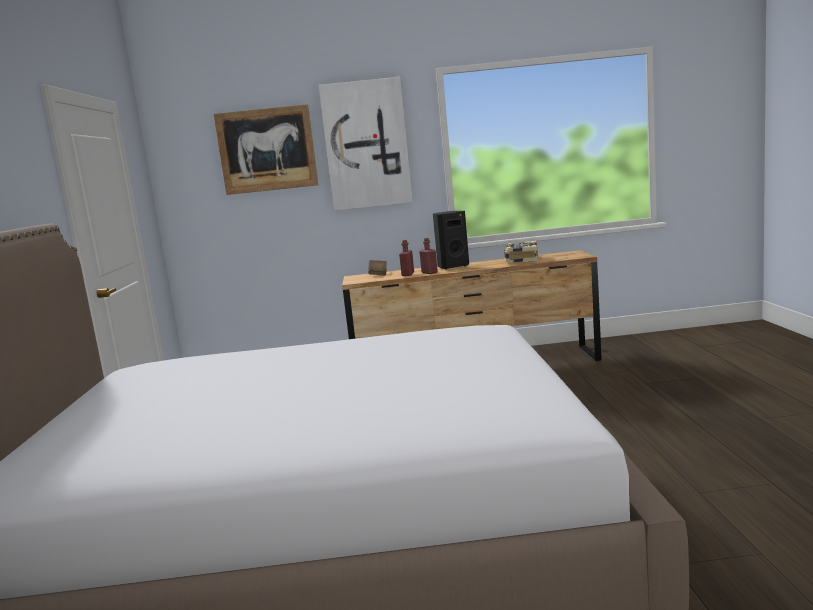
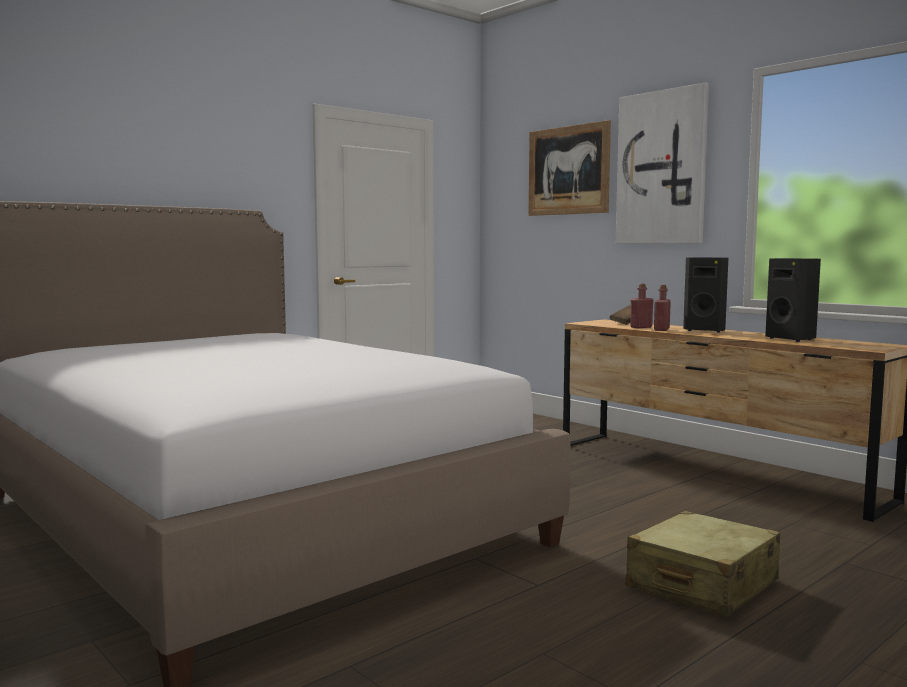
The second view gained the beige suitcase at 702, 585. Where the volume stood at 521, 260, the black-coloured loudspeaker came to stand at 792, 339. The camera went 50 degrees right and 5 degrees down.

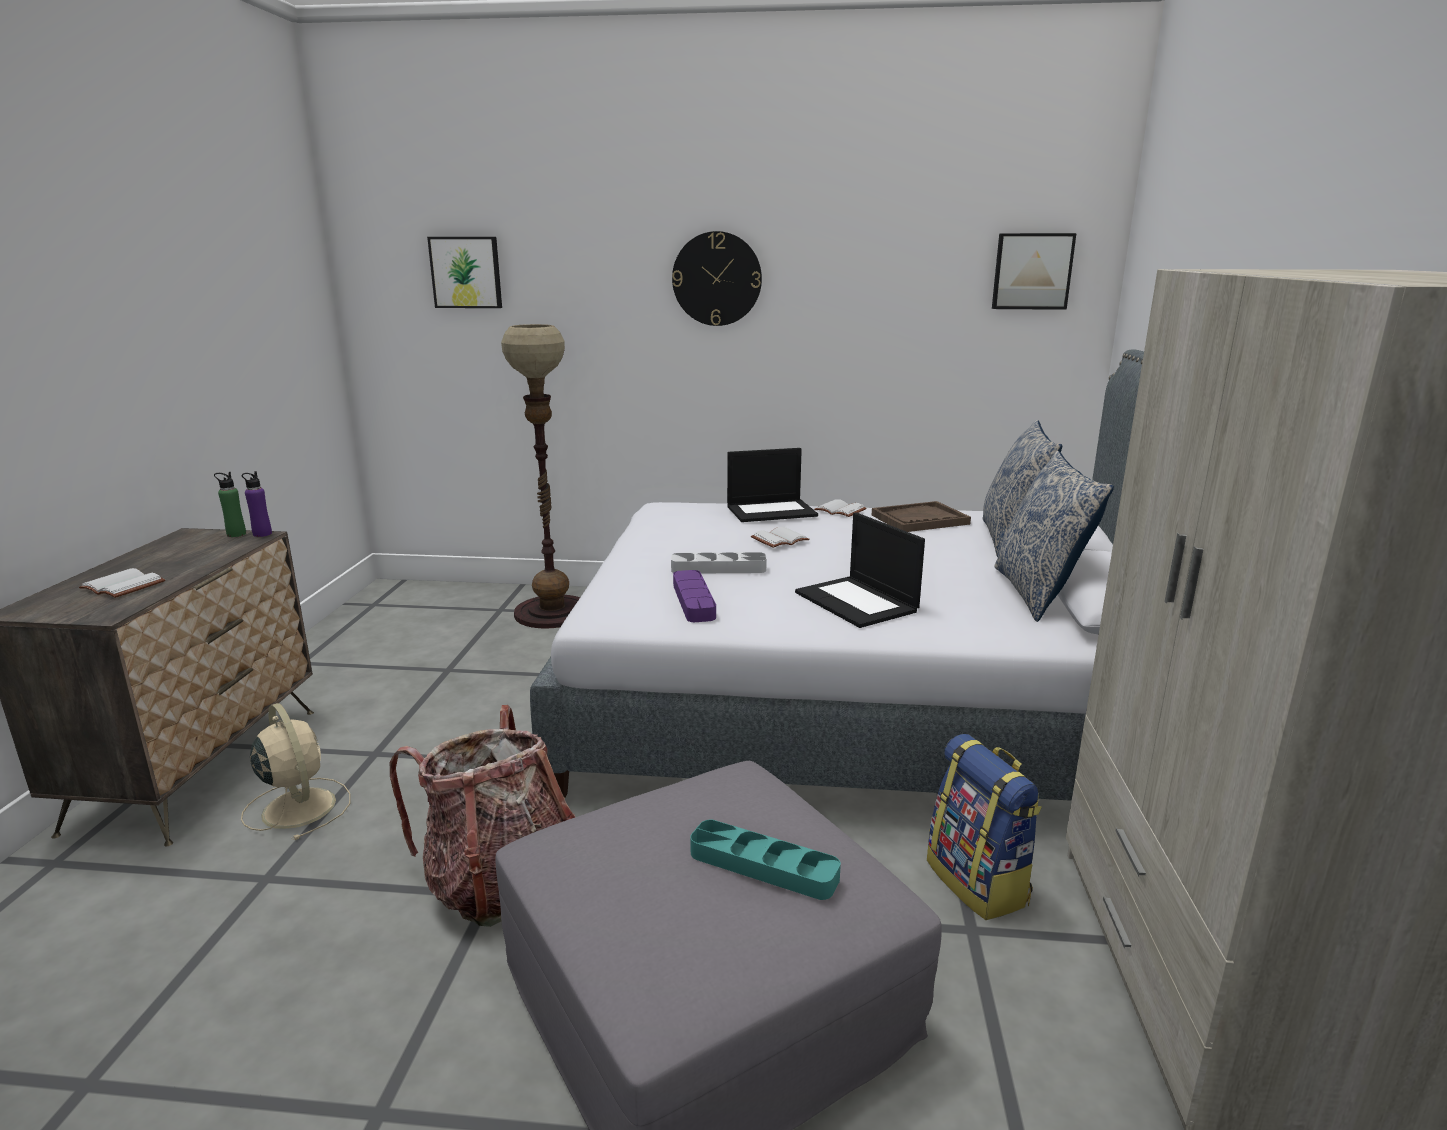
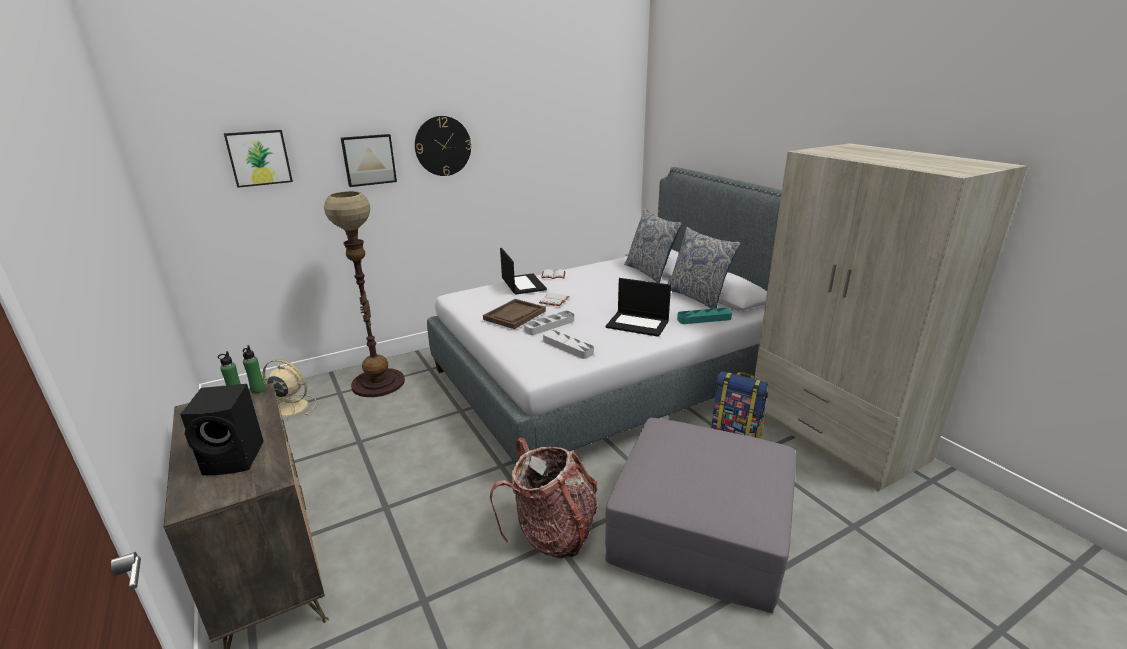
The beige cooling fan ended up elsewhere, having gone from 298, 806 to 290, 407. The blue-green serving tray ended up elsewhere, having gone from 763, 866 to 704, 319. The brown serving tray ended up elsewhere, having gone from 919, 519 to 514, 315. The wall art ended up elsewhere, having gone from 1032, 271 to 368, 160. Where the white volume stood at 125, 585, the black-coloured loudspeaker came to stand at 236, 458. What was the purple-coloured beverage bottle at 262, 534 turned into the green-coloured beverage bottle at 258, 390. What was the purple-coloured serving tray at 693, 601 turned into the gray serving tray at 567, 347. The portable computer at 772, 511 ended up facing another way, 60 degrees counterclockwise from before. The camera went 35 degrees left and 5 degrees up.

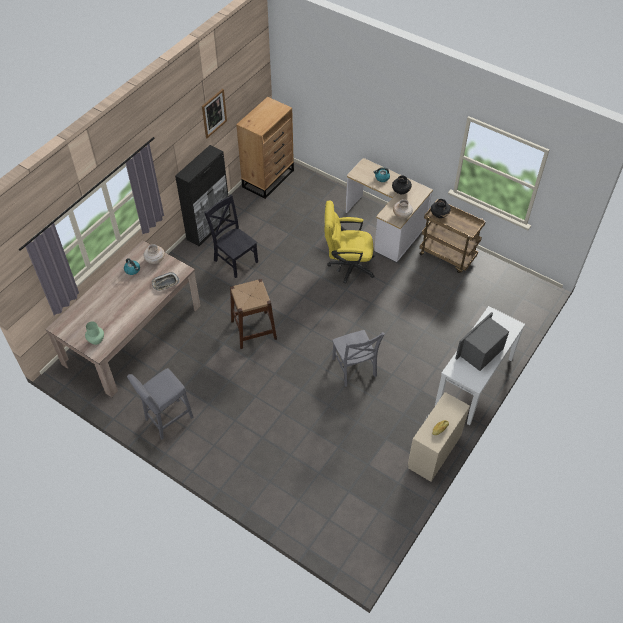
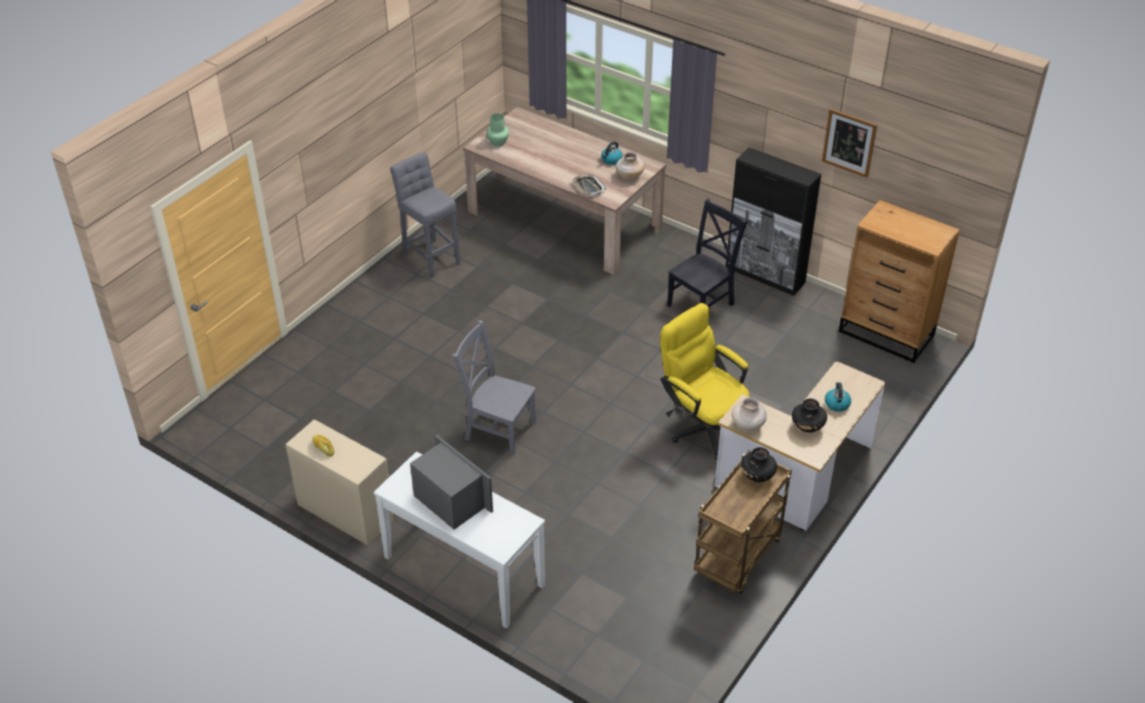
The second view lost the brown stool at 253, 329. The yellow desk chair at 347, 266 ended up facing another way, 45 degrees counterclockwise from before. The gray plain chair at 354, 369 ended up facing another way, 45 degrees clockwise from before. The camera went 90 degrees right and 10 degrees down.

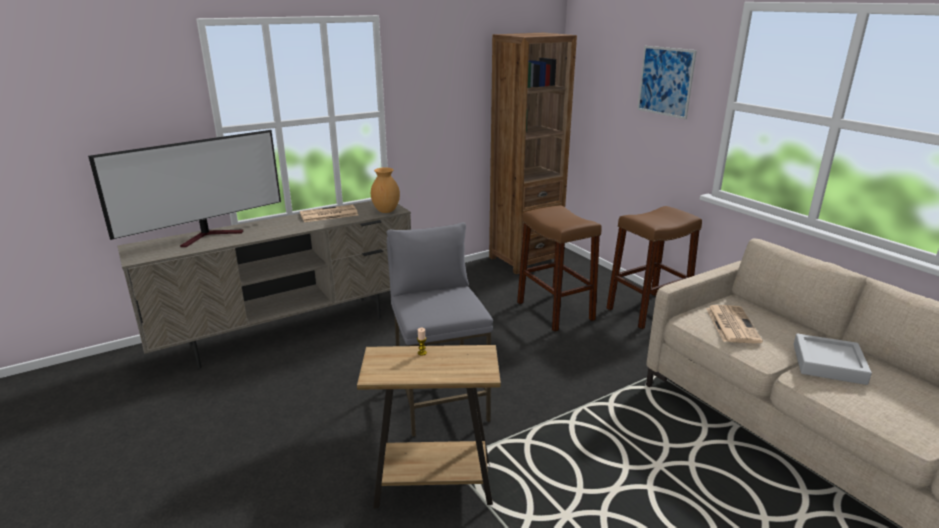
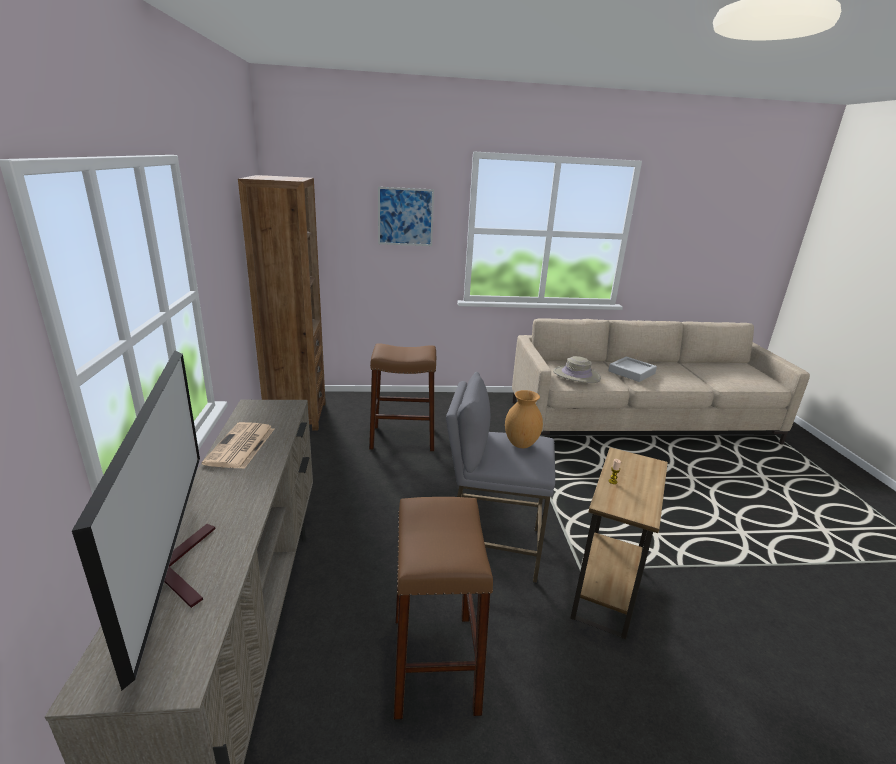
The brown decorative vase ended up elsewhere, having gone from 386, 211 to 520, 444. The brown stool ended up elsewhere, having gone from 648, 310 to 434, 662. Where the newspaper stood at 731, 324, the beige hat came to stand at 576, 375. The camera went 65 degrees left and 0 degrees up.

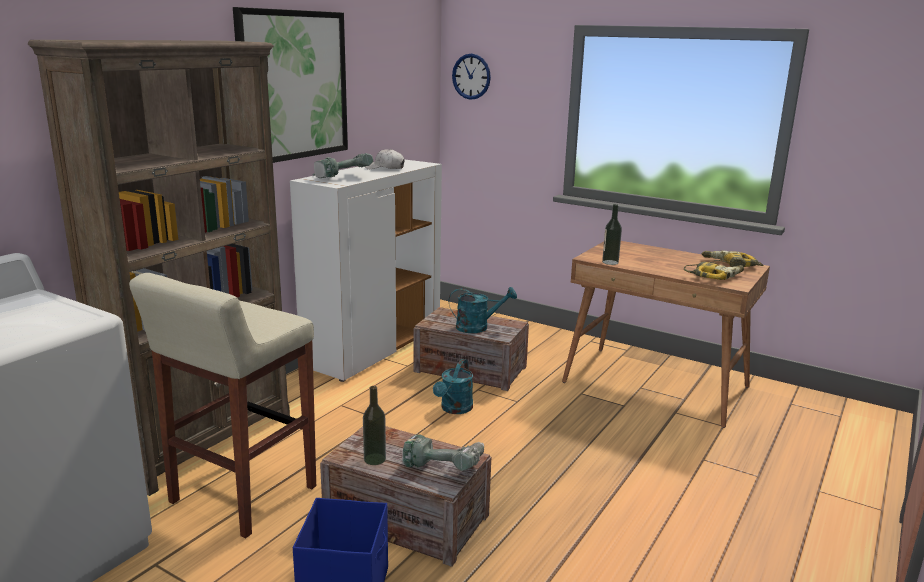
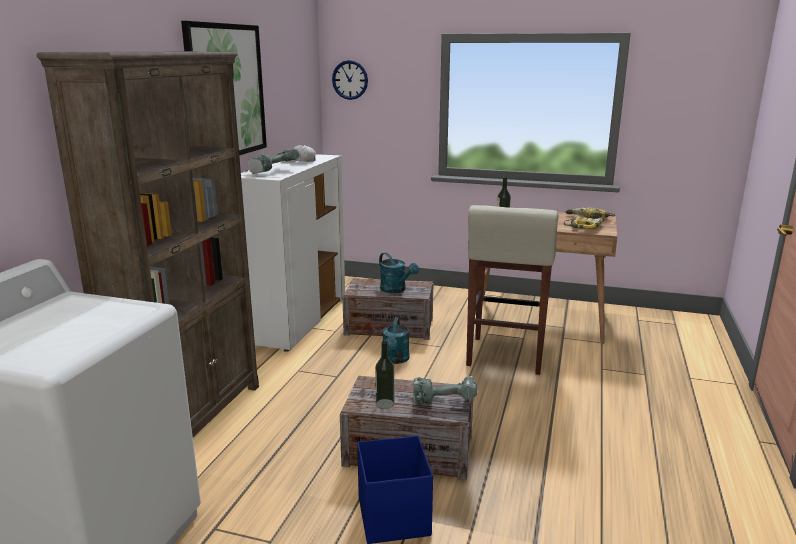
The beige stool ended up elsewhere, having gone from 241, 496 to 505, 356. The blue-green watering can at 478, 327 ended up facing another way, 75 degrees clockwise from before. The camera went 15 degrees left and 0 degrees up.

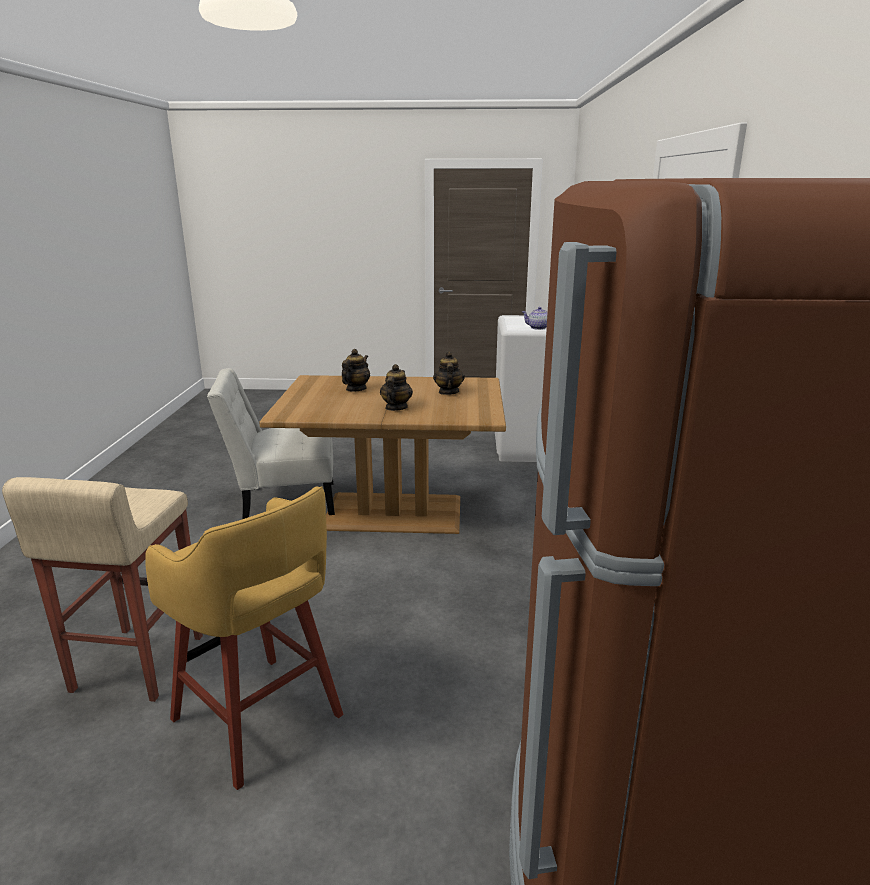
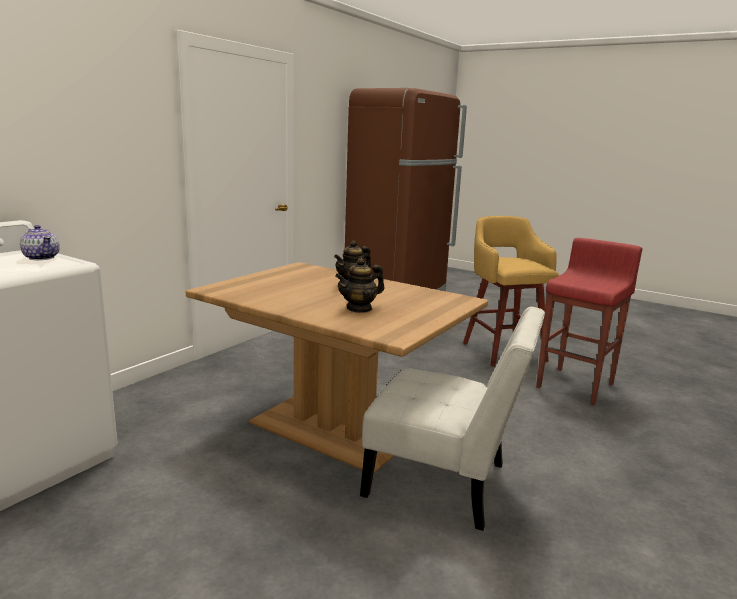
The second view lost the teapot at 448, 392. What was the beige stool at 136, 664 turned into the red stool at 576, 385. The camera went 150 degrees left and 5 degrees down.

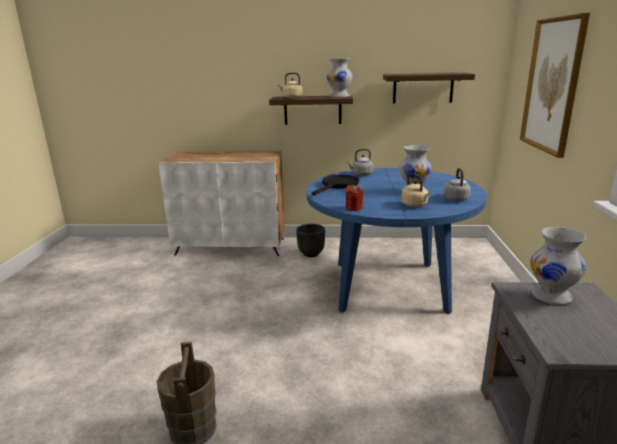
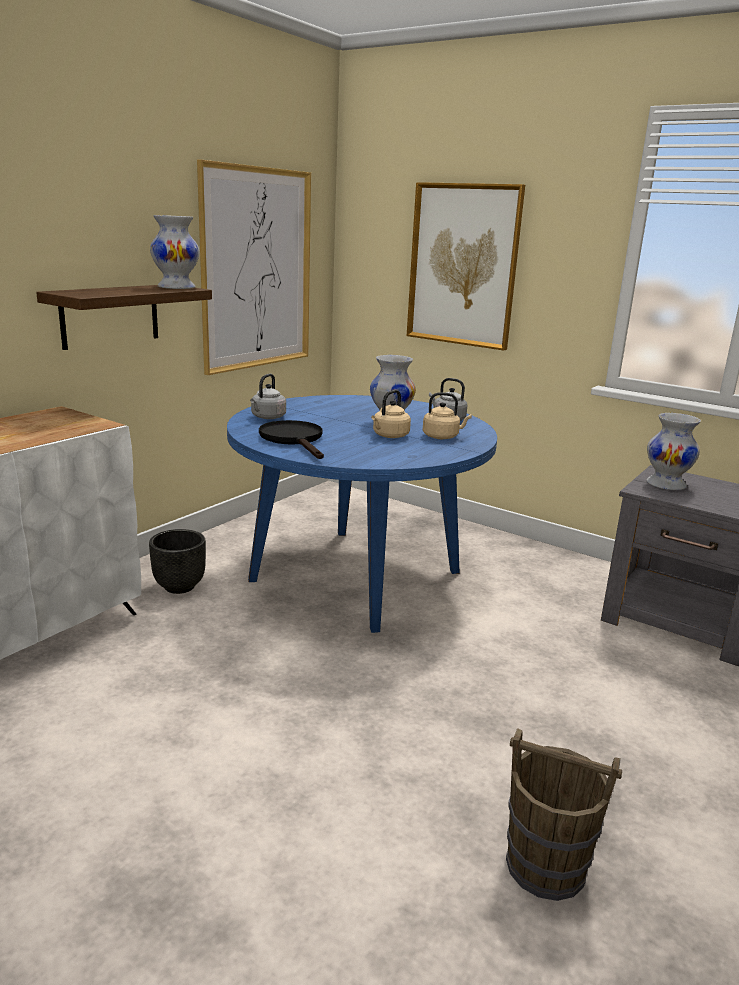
The second view lost the red candle at 353, 208. The beige water kettle ended up elsewhere, having gone from 291, 98 to 389, 436. Where the bracket shelf hung at 423, 88, the wall art came to hang at 257, 270. The camera went 60 degrees left and 0 degrees up.

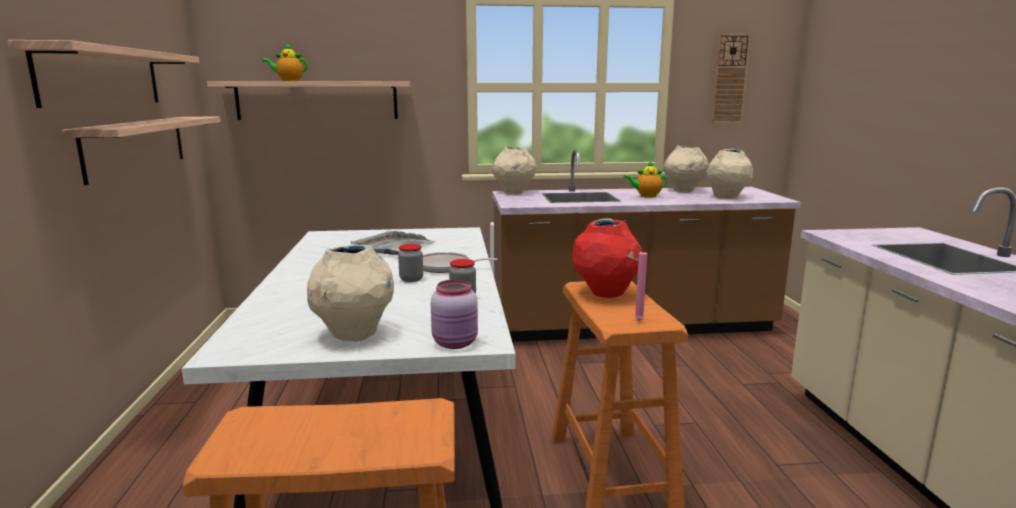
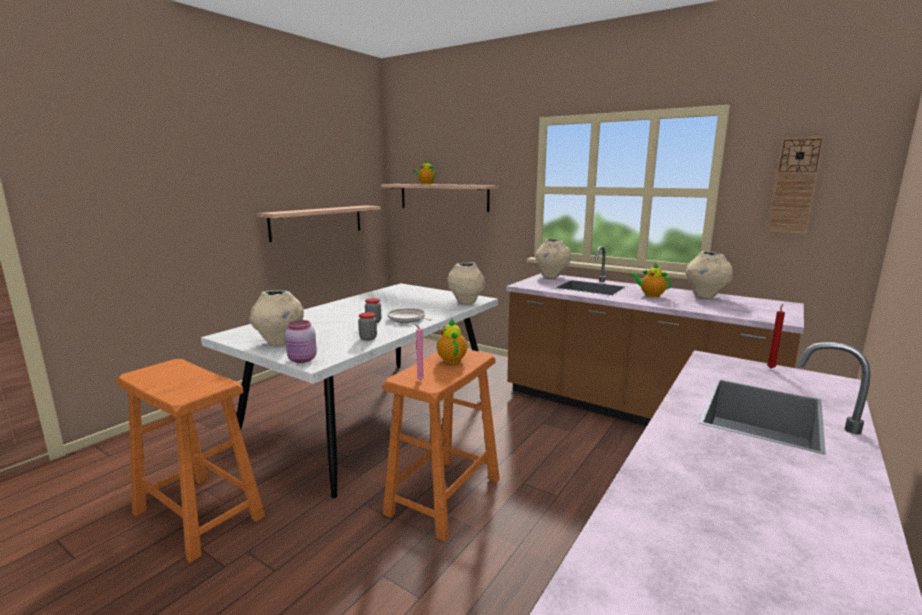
The second view lost the bracket shelf at 102, 77. The second view lost the gray serving tray at 393, 247. The second view gained the red candle at 771, 368. The beige decorative vase ended up elsewhere, having gone from 726, 197 to 466, 302. Where the red decorative vase stood at 606, 293, the teapot came to stand at 451, 359. The camera went 40 degrees right and 0 degrees up.

